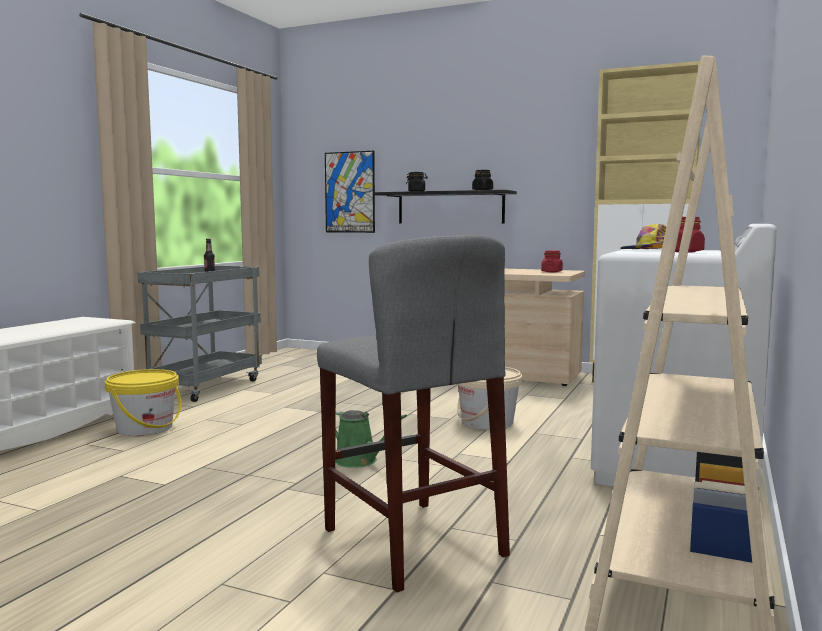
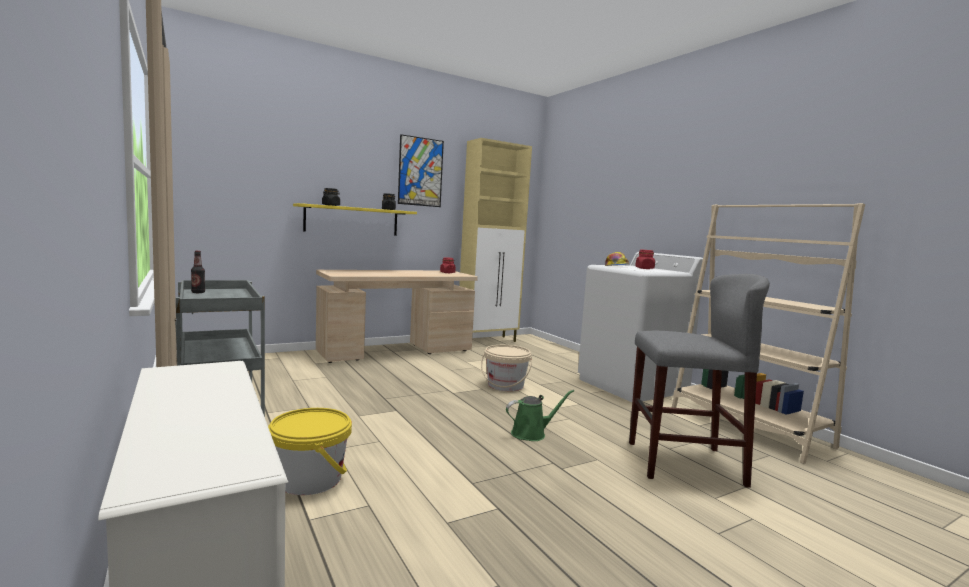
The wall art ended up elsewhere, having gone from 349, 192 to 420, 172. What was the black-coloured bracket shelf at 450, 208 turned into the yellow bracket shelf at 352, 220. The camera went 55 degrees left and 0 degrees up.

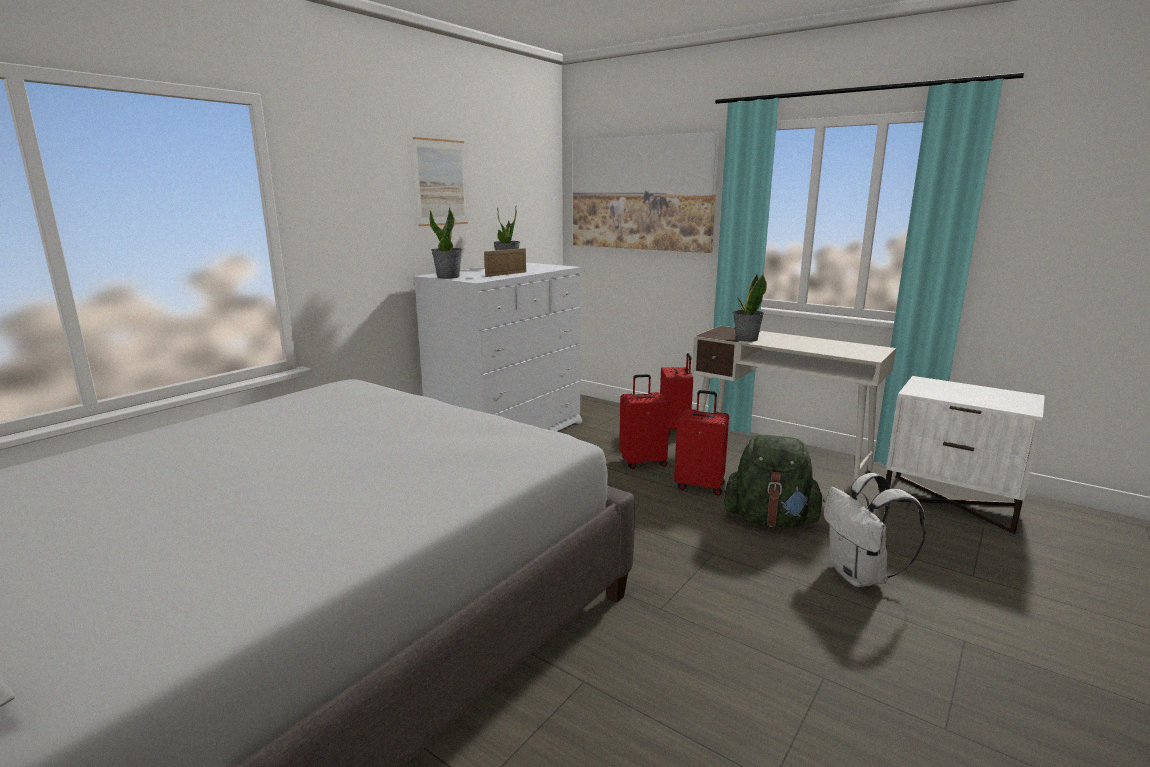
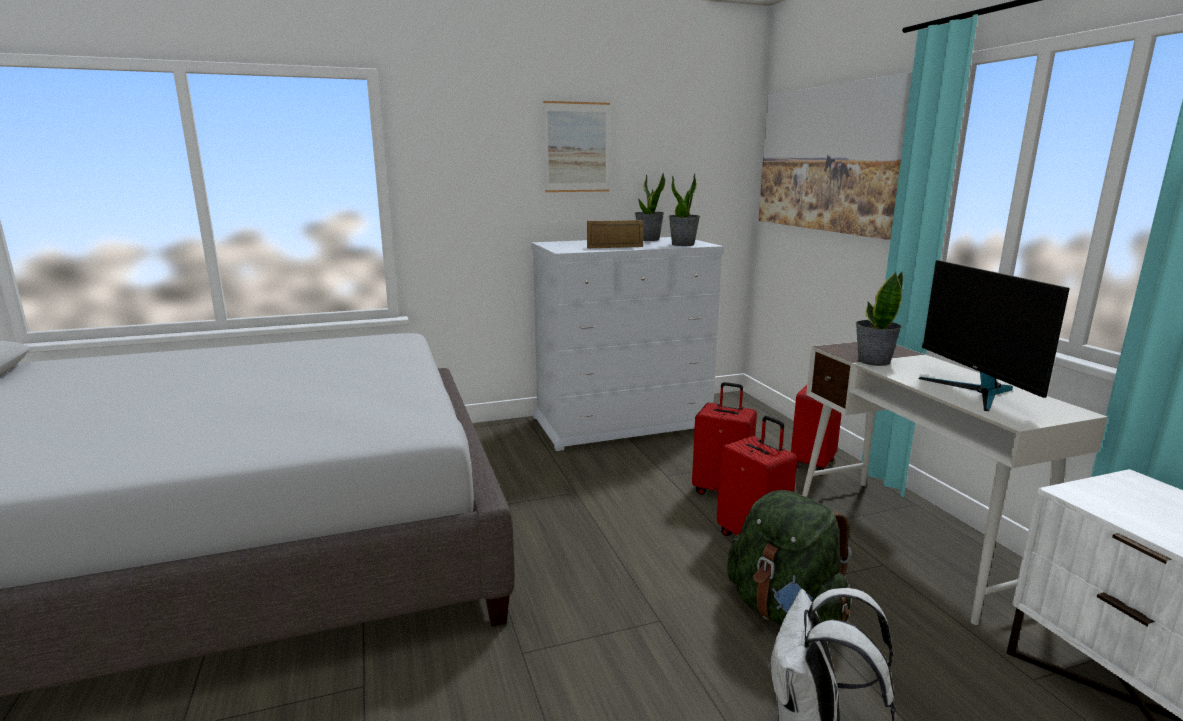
The second view gained the monitor at 977, 392. The plant in a pot ended up elsewhere, having gone from 448, 277 to 683, 244. The camera went 35 degrees right and 0 degrees up.

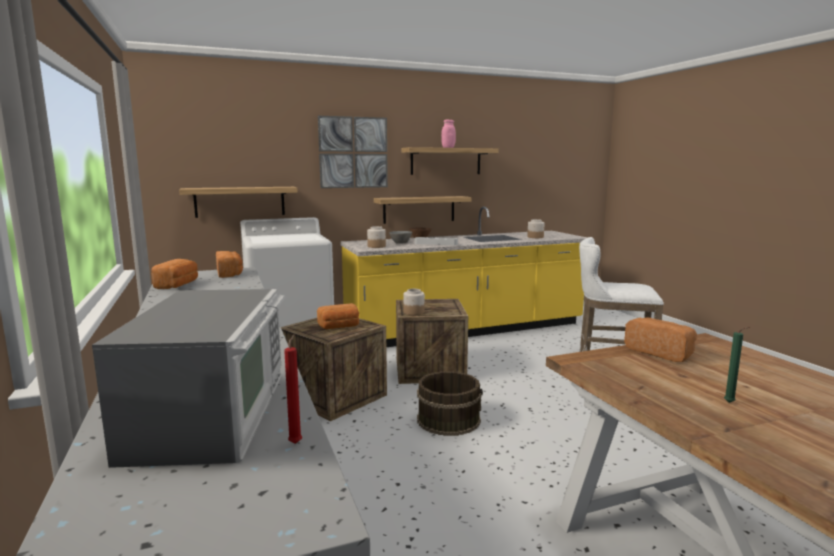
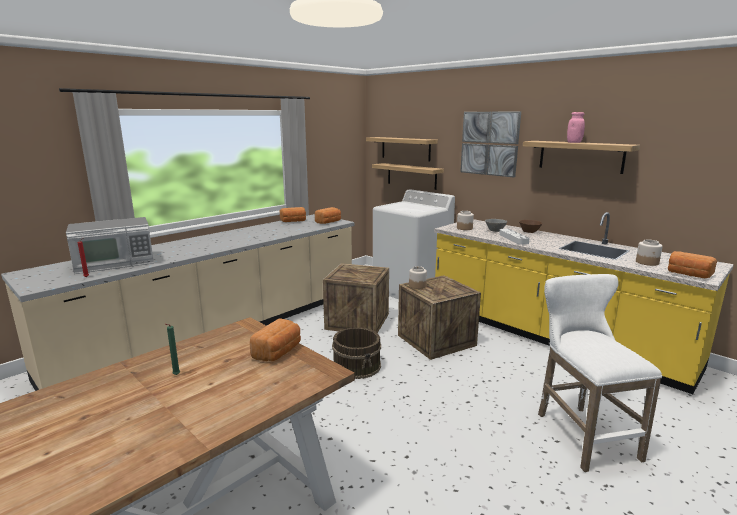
The bakery bread ended up elsewhere, having gone from 339, 327 to 688, 274. The bracket shelf ended up elsewhere, having gone from 419, 209 to 405, 148. The camera went 65 degrees right and 5 degrees up.

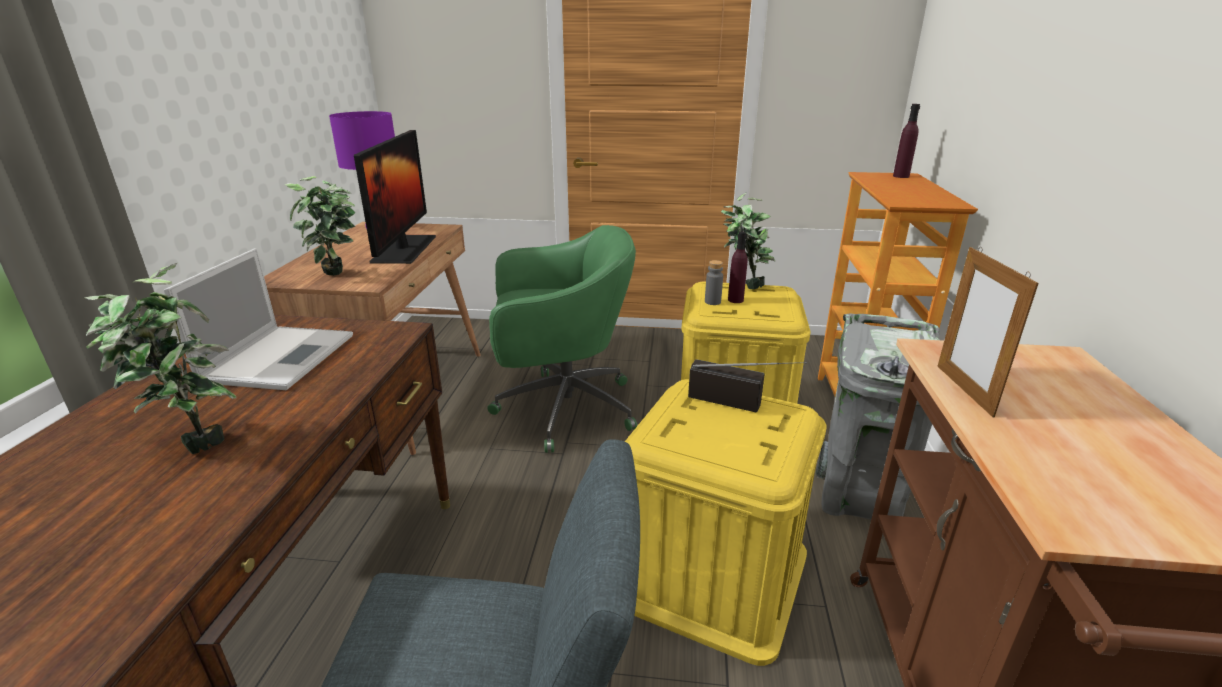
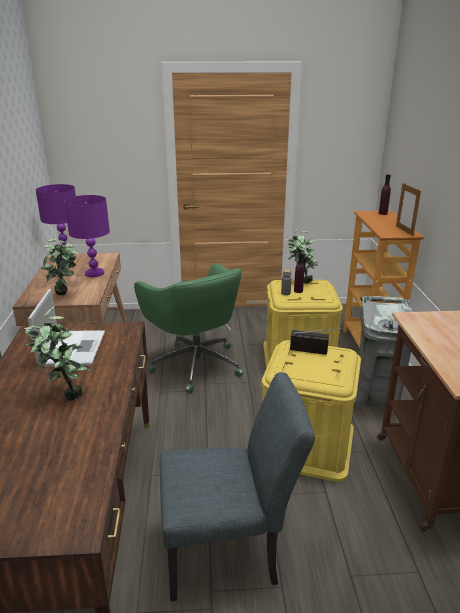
The standing frame ended up elsewhere, having gone from 964, 390 to 404, 230. Where the monitor stood at 404, 249, the purple-coloured lamp for a table came to stand at 94, 273. The green-coloured desk chair at 562, 408 ended up facing another way, 75 degrees clockwise from before. The camera went 10 degrees left and 0 degrees up.

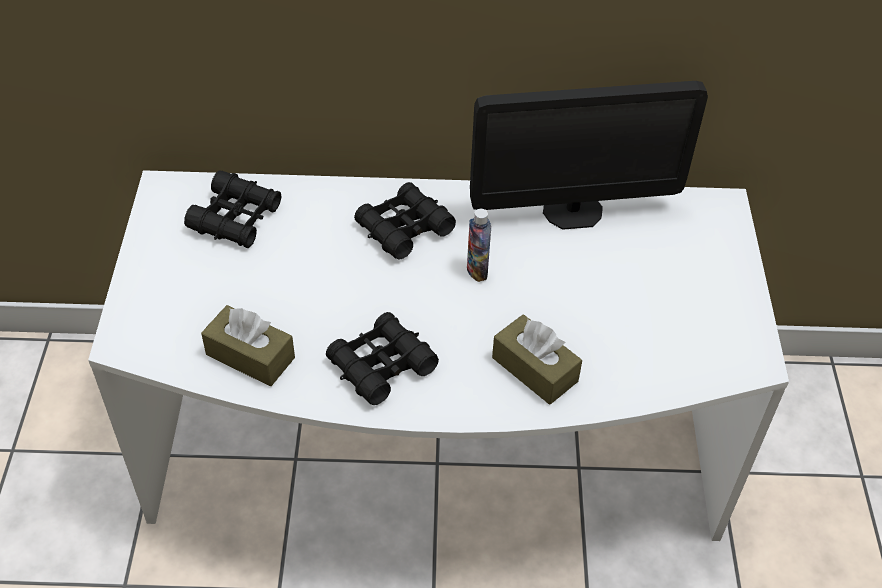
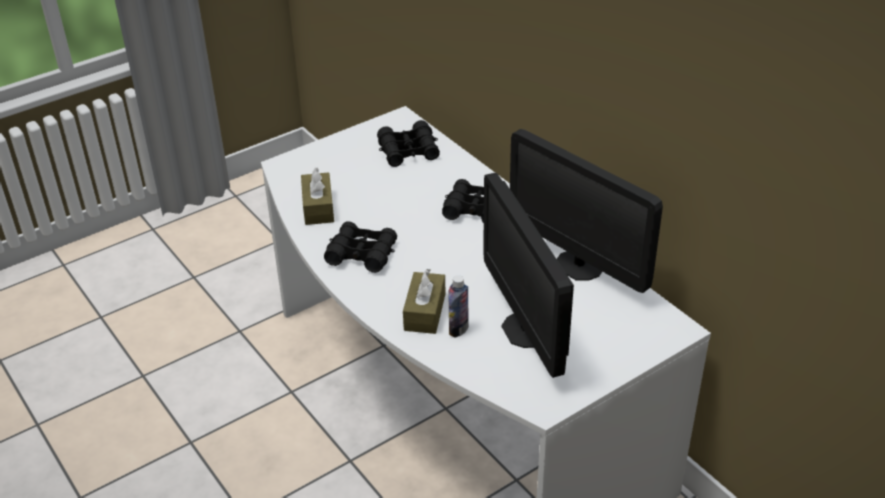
The second view gained the monitor at 526, 330. The beverage bottle ended up elsewhere, having gone from 477, 270 to 458, 329. The camera went 55 degrees right and 10 degrees down.

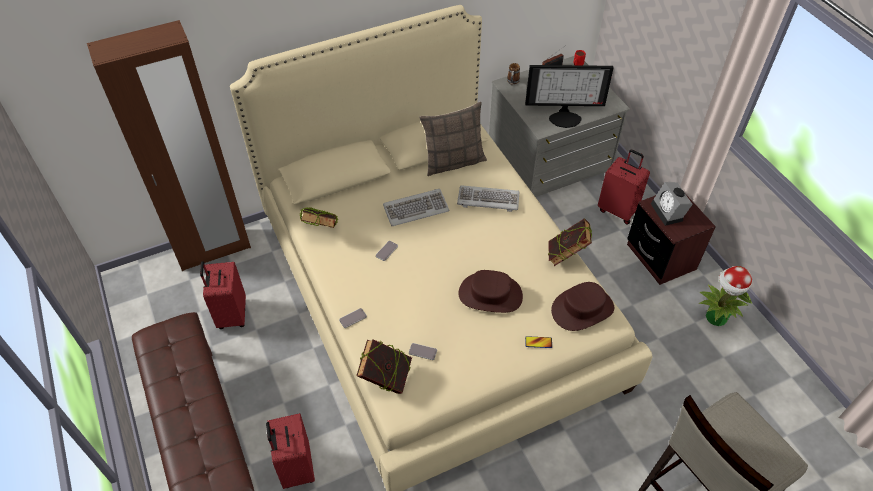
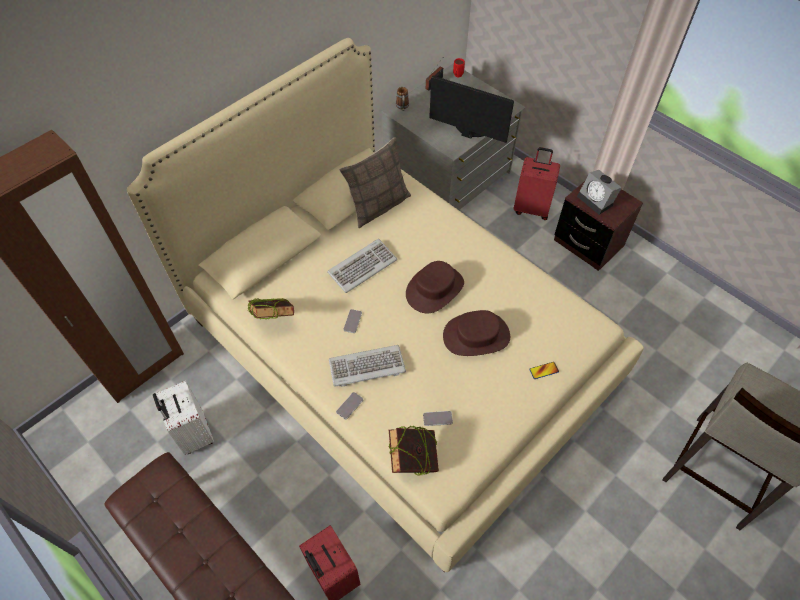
The second view lost the volume at 566, 256. The second view lost the plant in a pot at 716, 317. The PC keyboard ended up elsewhere, having gone from 488, 200 to 367, 368. The brown hat ended up elsewhere, having gone from 582, 309 to 434, 289. What was the red suitcase at 231, 315 turned into the white suitcase at 193, 434. The monitor at 565, 117 ended up facing another way, 135 degrees counterclockwise from before. The camera went 20 degrees left and 5 degrees up.

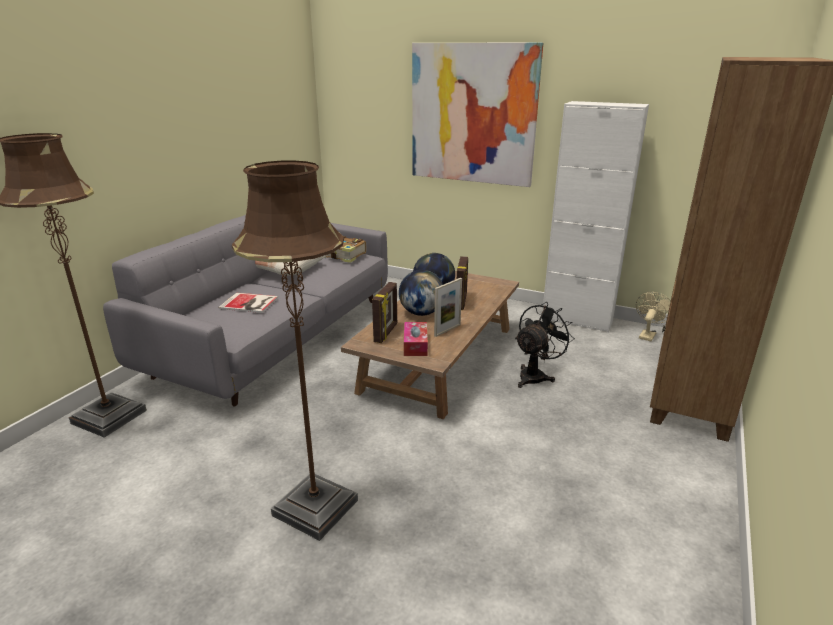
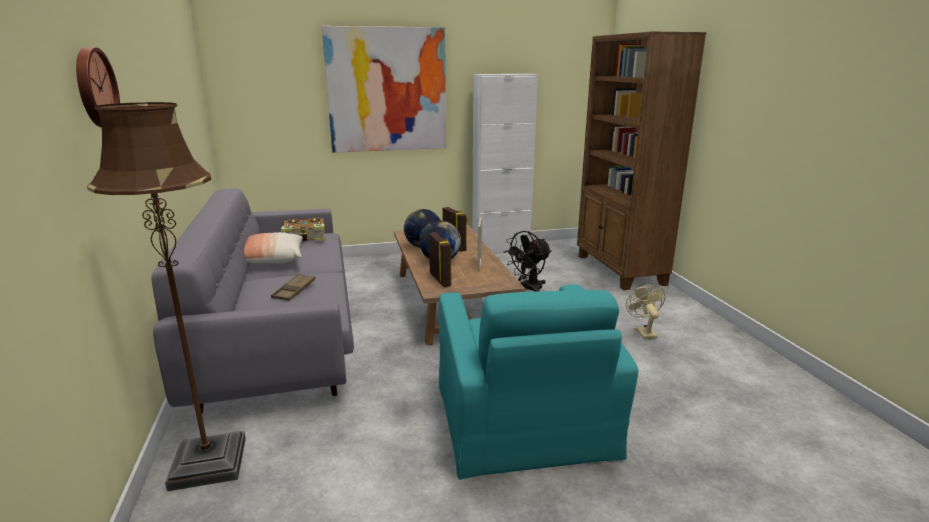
The second view lost the tissue box at 415, 345. The second view gained the hanging clock at 94, 88. The beige cooling fan ended up elsewhere, having gone from 648, 335 to 643, 332. Where the volume stood at 249, 303, the brown serving tray came to stand at 294, 290. Where the brown standard lamp stood at 315, 507, the blue-green armchair came to stand at 523, 422. The black-coloured cooling fan at 535, 375 ended up facing another way, 135 degrees counterclockwise from before. The camera went 40 degrees left and 5 degrees down.

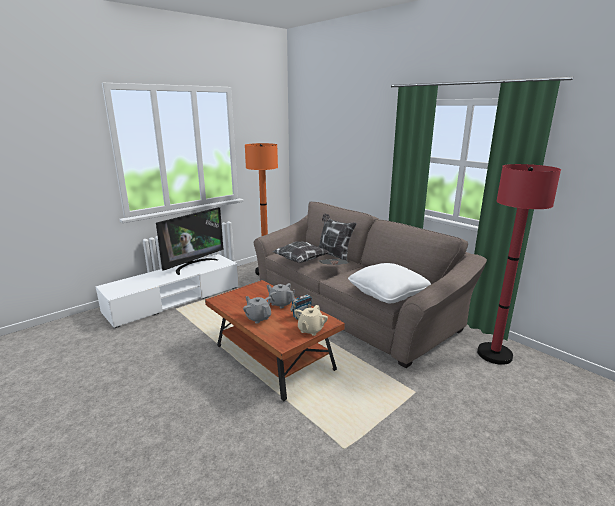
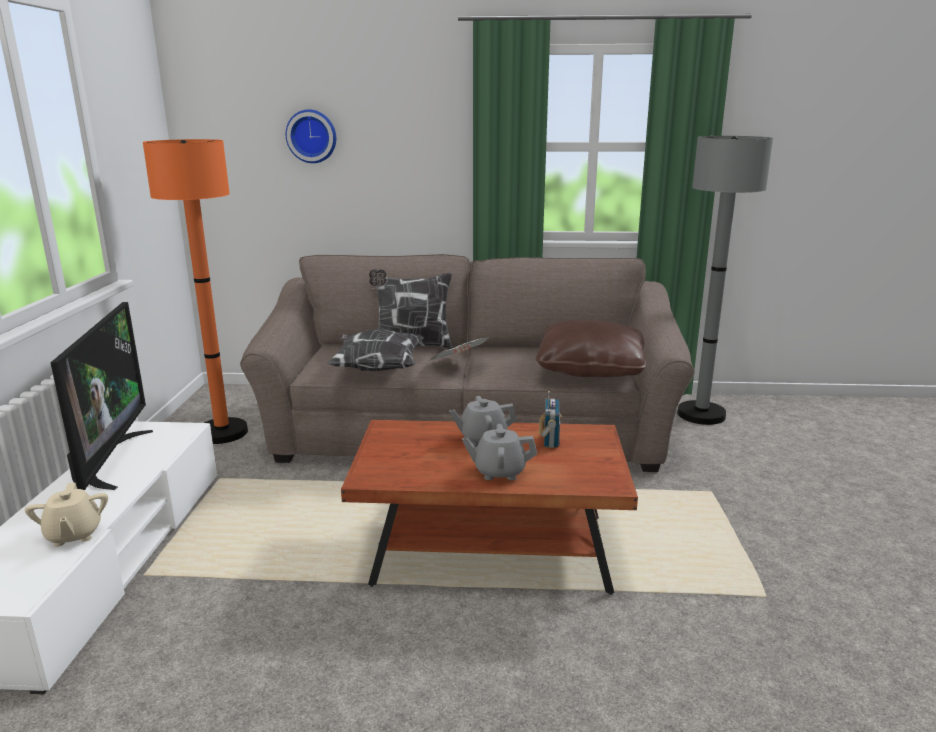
The second view gained the hanging clock at 312, 136. The beige teapot ended up elsewhere, having gone from 310, 330 to 74, 535. What was the white pillow at 388, 293 turned into the brown pillow at 590, 369. What was the red standard lamp at 494, 354 turned into the gray standard lamp at 701, 414. The camera went 45 degrees left and 0 degrees up.

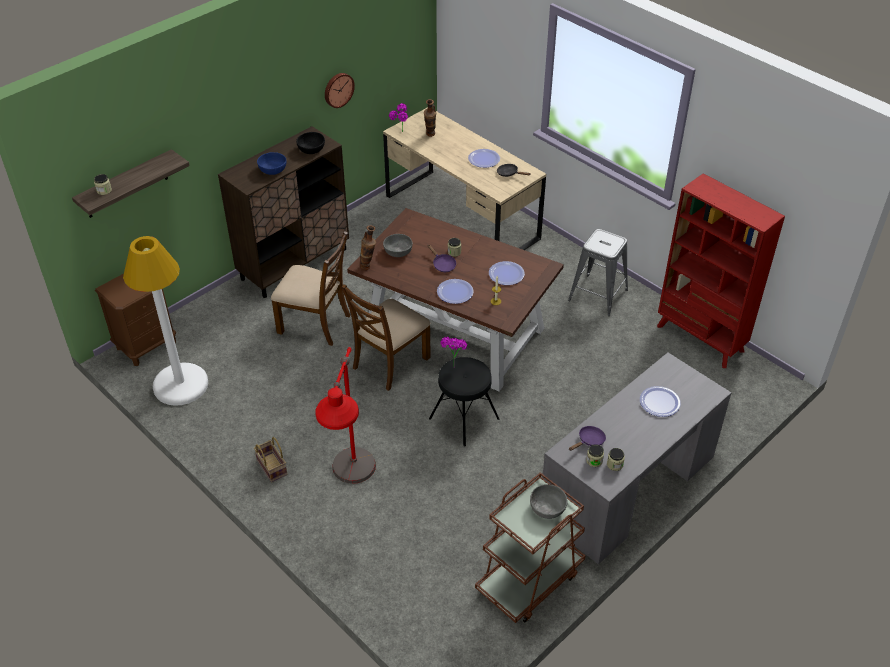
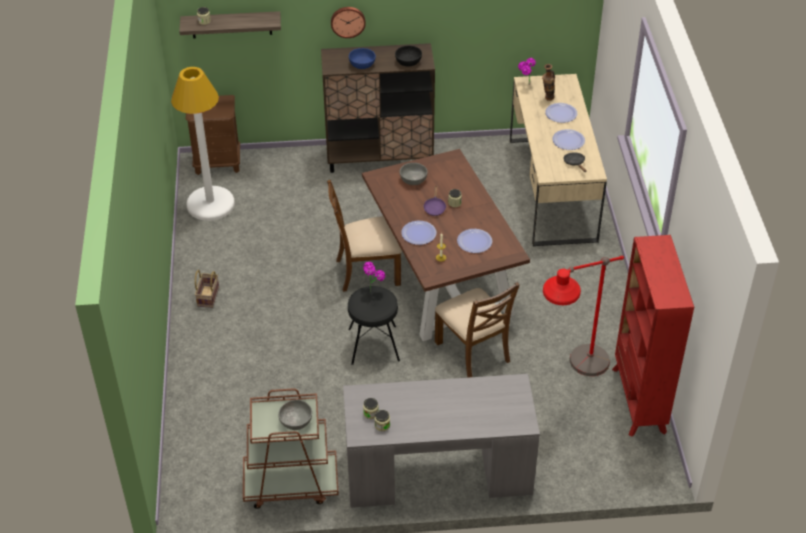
The second view lost the decorative vase at 368, 266. The second view lost the gray stool at 598, 295. The second view lost the purple-coloured skillet at 589, 441. The brown plain chair ended up elsewhere, having gone from 315, 323 to 473, 351. The red standard lamp ended up elsewhere, having gone from 352, 491 to 573, 377. The hanging clock ended up elsewhere, having gone from 338, 89 to 348, 21. The flat dish ended up elsewhere, having gone from 659, 402 to 561, 113. The camera went 40 degrees right and 0 degrees up.

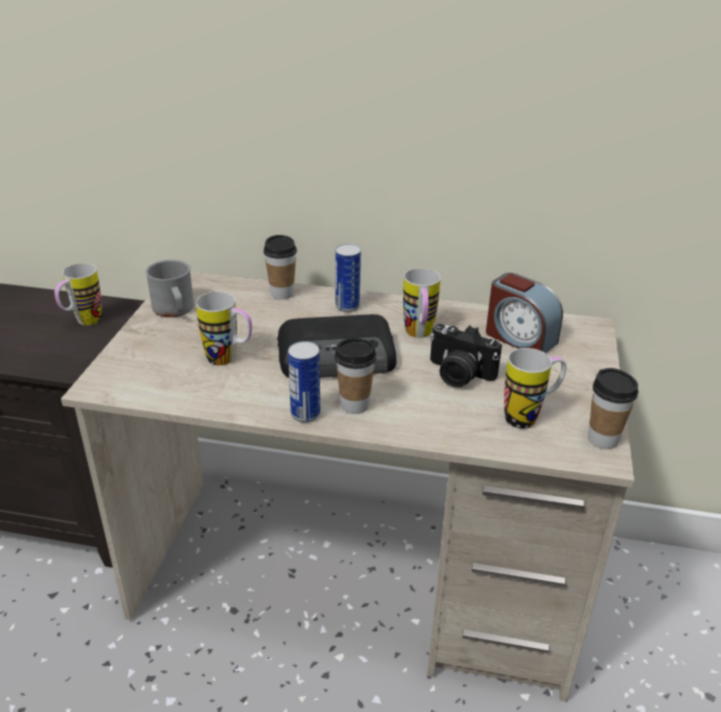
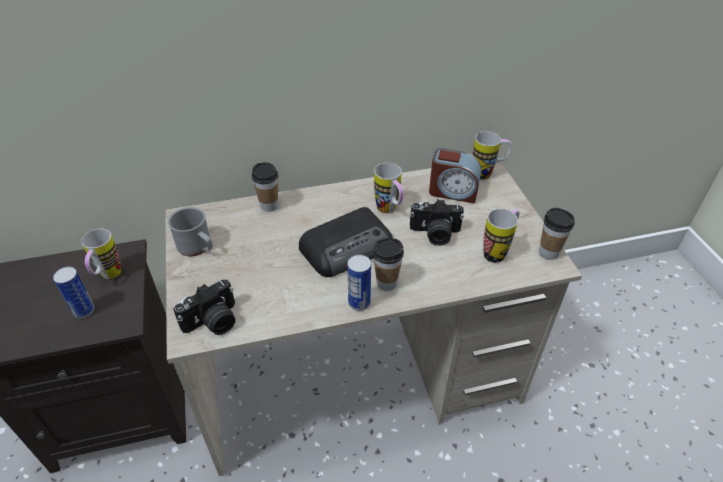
The second view gained the photo camera at 213, 322. The mug ended up elsewhere, having gone from 229, 360 to 487, 174. The sealed can ended up elsewhere, having gone from 347, 306 to 84, 310. The camera went 25 degrees left and 10 degrees up.

